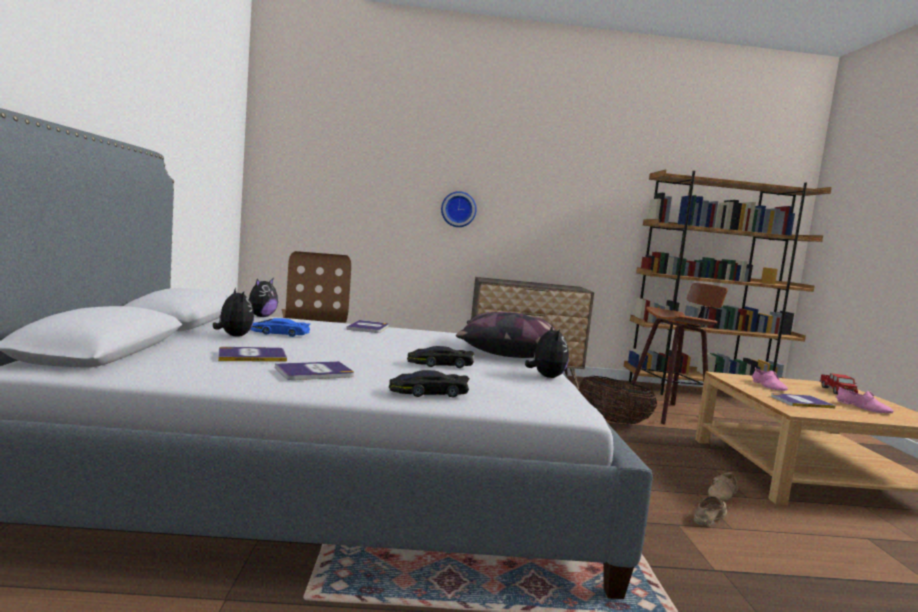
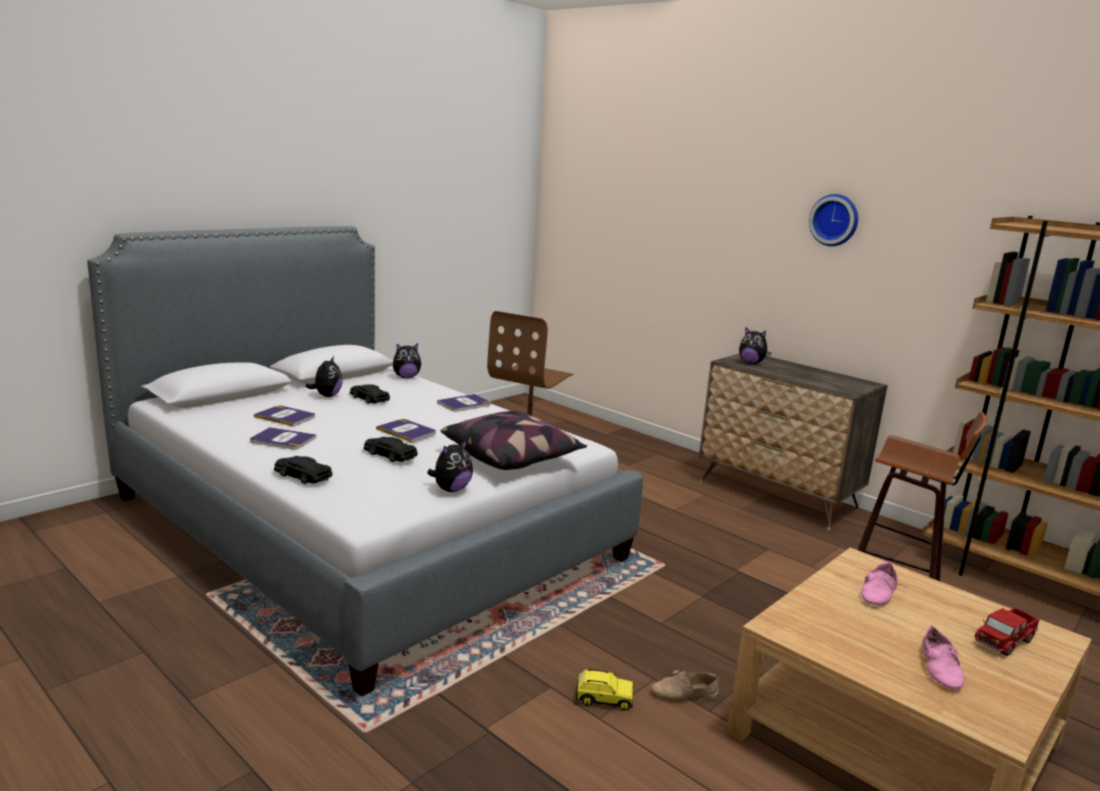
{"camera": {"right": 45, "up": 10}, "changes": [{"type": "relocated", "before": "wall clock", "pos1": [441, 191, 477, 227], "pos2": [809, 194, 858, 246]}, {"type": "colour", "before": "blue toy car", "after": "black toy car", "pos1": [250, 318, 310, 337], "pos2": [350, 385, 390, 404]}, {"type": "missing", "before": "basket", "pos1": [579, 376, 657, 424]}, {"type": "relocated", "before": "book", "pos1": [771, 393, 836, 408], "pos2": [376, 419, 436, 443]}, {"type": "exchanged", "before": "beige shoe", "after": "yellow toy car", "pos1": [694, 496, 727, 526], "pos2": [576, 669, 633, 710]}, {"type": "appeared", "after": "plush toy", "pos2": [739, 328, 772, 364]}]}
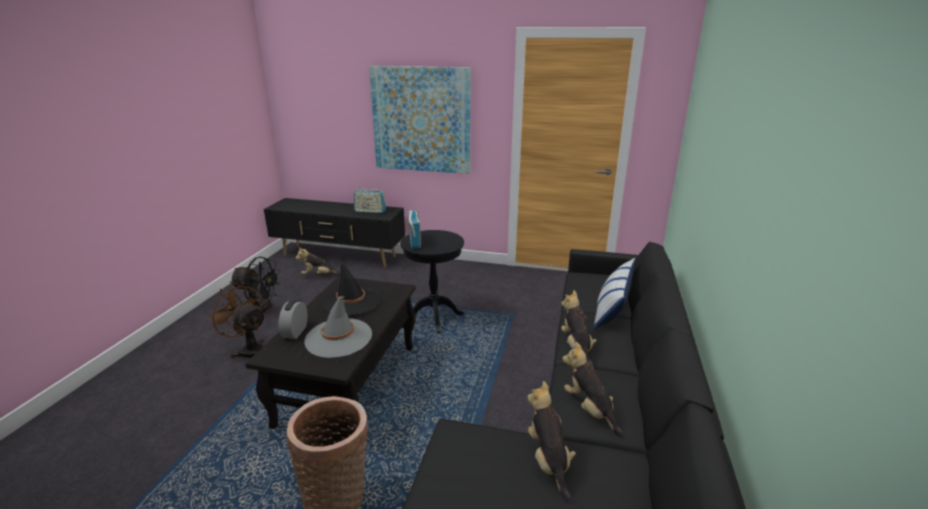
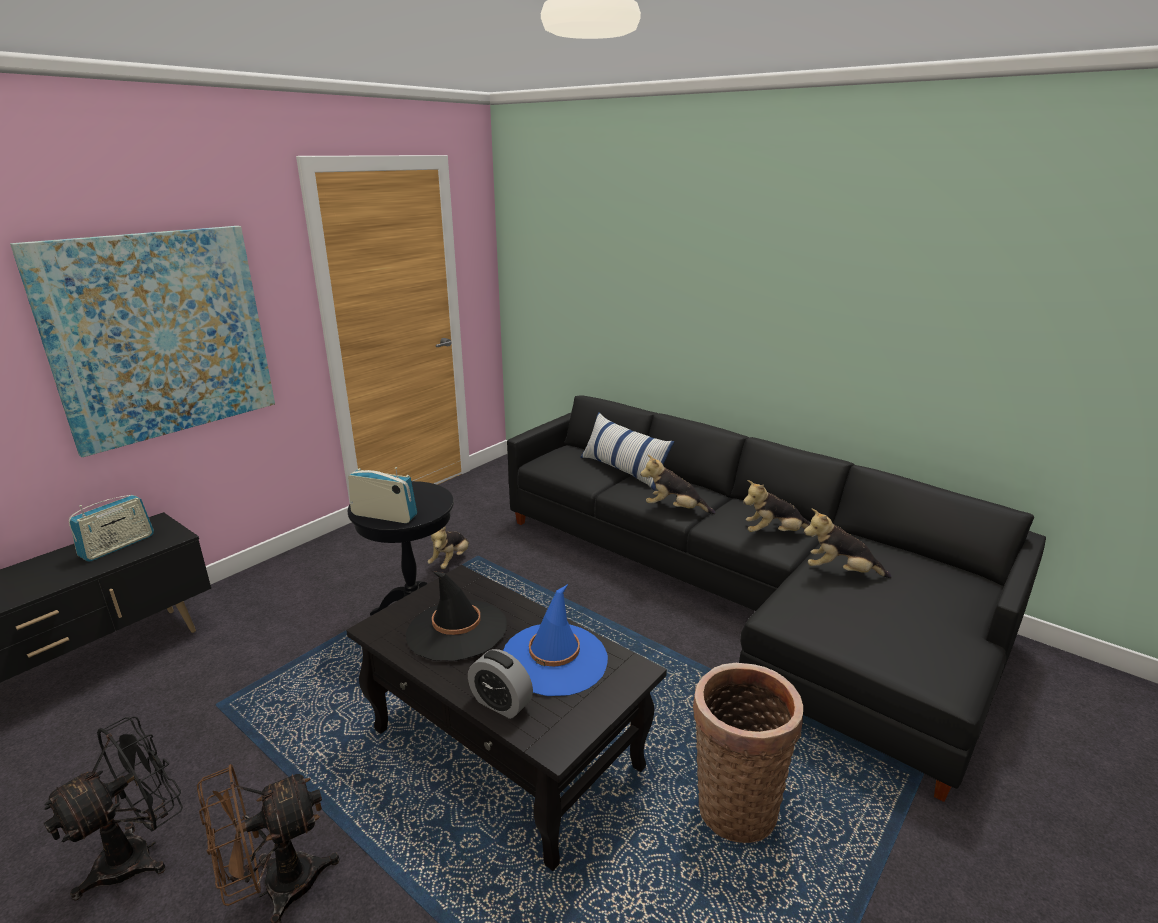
{"camera": {"right": -65, "up": 0}, "changes": [{"type": "relocated", "before": "plush toy", "pos1": [295, 247, 341, 275], "pos2": [428, 526, 469, 569]}, {"type": "colour", "before": "grey hat", "after": "blue hat", "pos1": [304, 296, 372, 358], "pos2": [503, 584, 608, 696]}]}
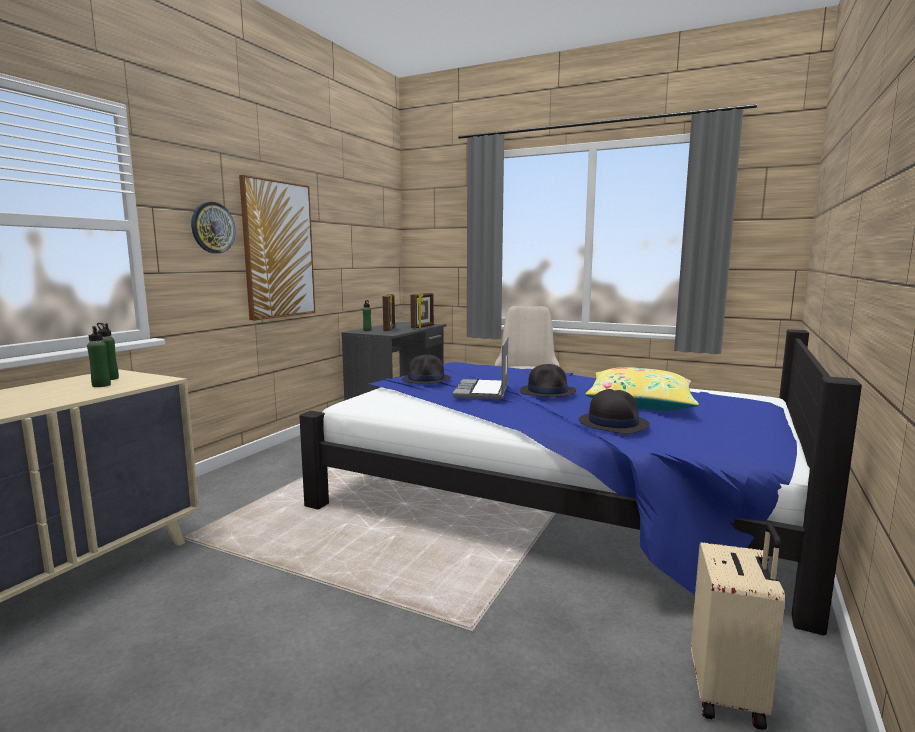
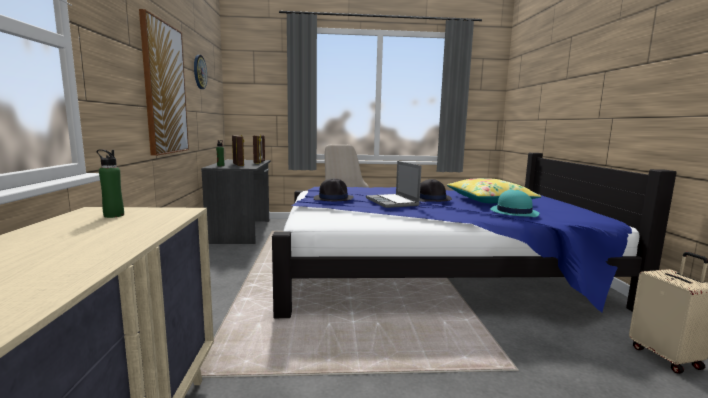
{"camera": {"right": -30, "up": 0}, "changes": [{"type": "relocated", "before": "wall clock", "pos1": [191, 202, 236, 253], "pos2": [194, 55, 207, 89]}, {"type": "missing", "before": "green bottle", "pos1": [87, 326, 111, 387]}, {"type": "colour", "before": "black hat", "after": "turquoise hat", "pos1": [579, 389, 650, 434], "pos2": [490, 190, 540, 217]}]}
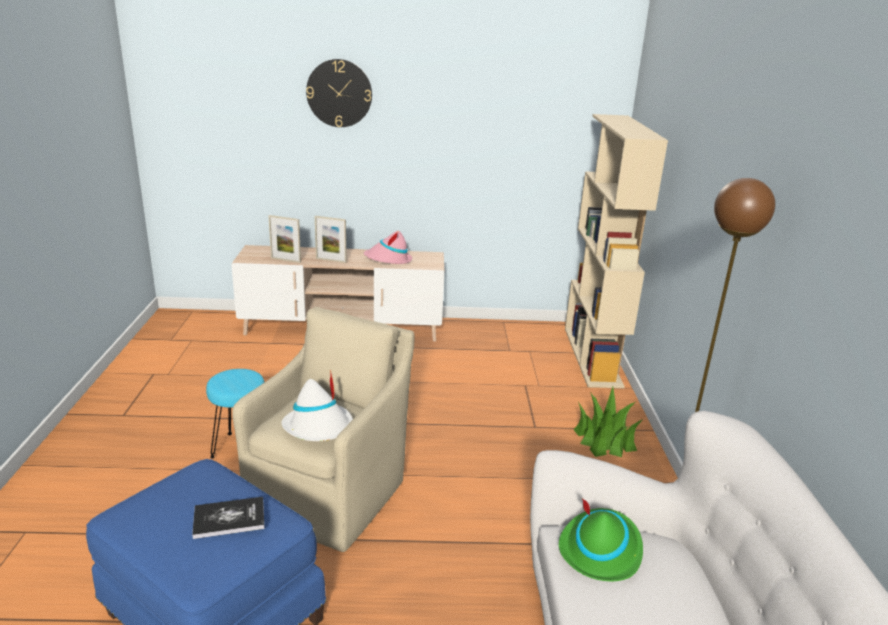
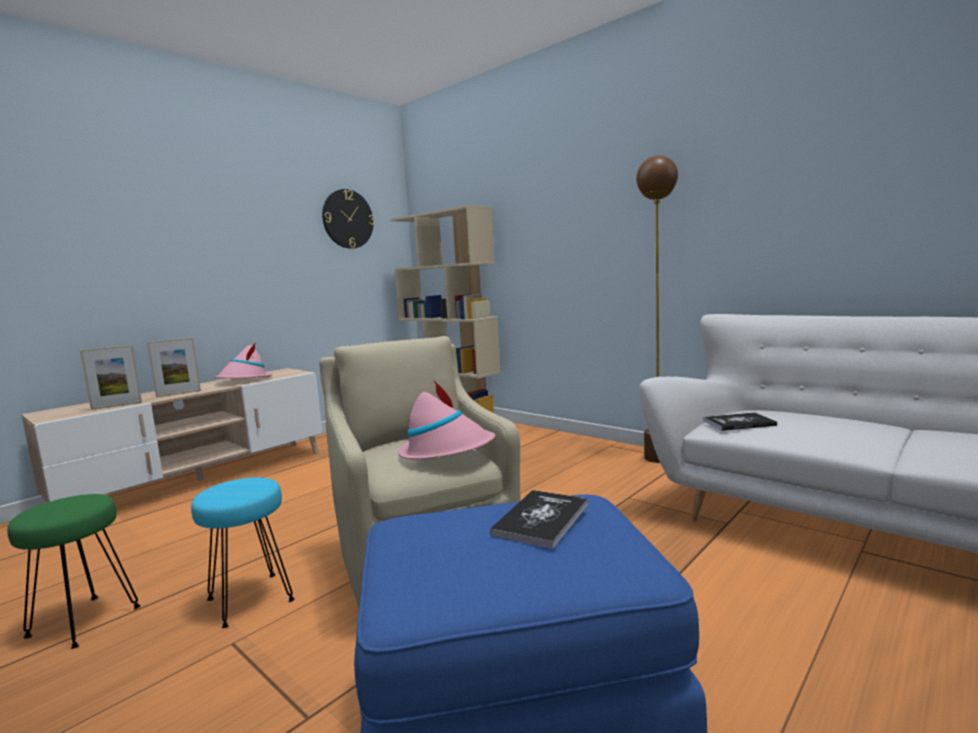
{"camera": {"right": -45, "up": -15}, "changes": [{"type": "relocated", "before": "wall clock", "pos1": [306, 59, 372, 127], "pos2": [322, 189, 374, 249]}, {"type": "colour", "before": "white hat", "after": "pink hat", "pos1": [281, 370, 353, 441], "pos2": [398, 379, 495, 460]}, {"type": "missing", "before": "potted plant", "pos1": [573, 387, 643, 457]}, {"type": "exchanged", "before": "green hat", "after": "book", "pos1": [559, 498, 643, 581], "pos2": [703, 412, 777, 431]}, {"type": "appeared", "after": "green stool", "pos2": [7, 494, 141, 649]}]}
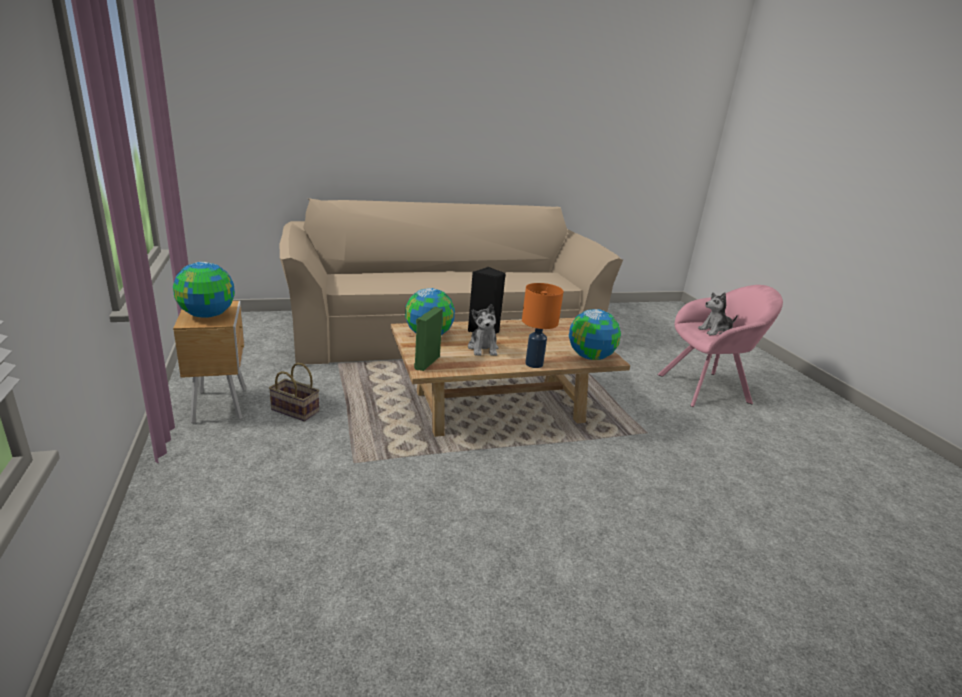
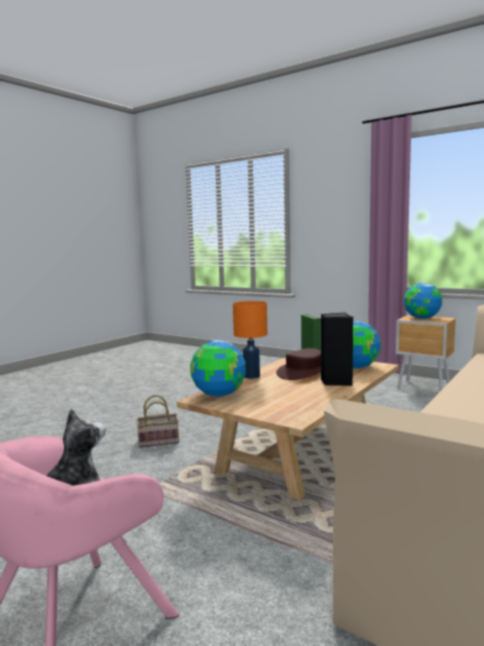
{"camera": {"right": 145, "up": -15}, "changes": [{"type": "exchanged", "before": "plush toy", "after": "brown hat", "pos1": [468, 304, 499, 356], "pos2": [276, 348, 321, 380]}, {"type": "relocated", "before": "basket", "pos1": [269, 363, 319, 422], "pos2": [136, 395, 179, 448]}]}
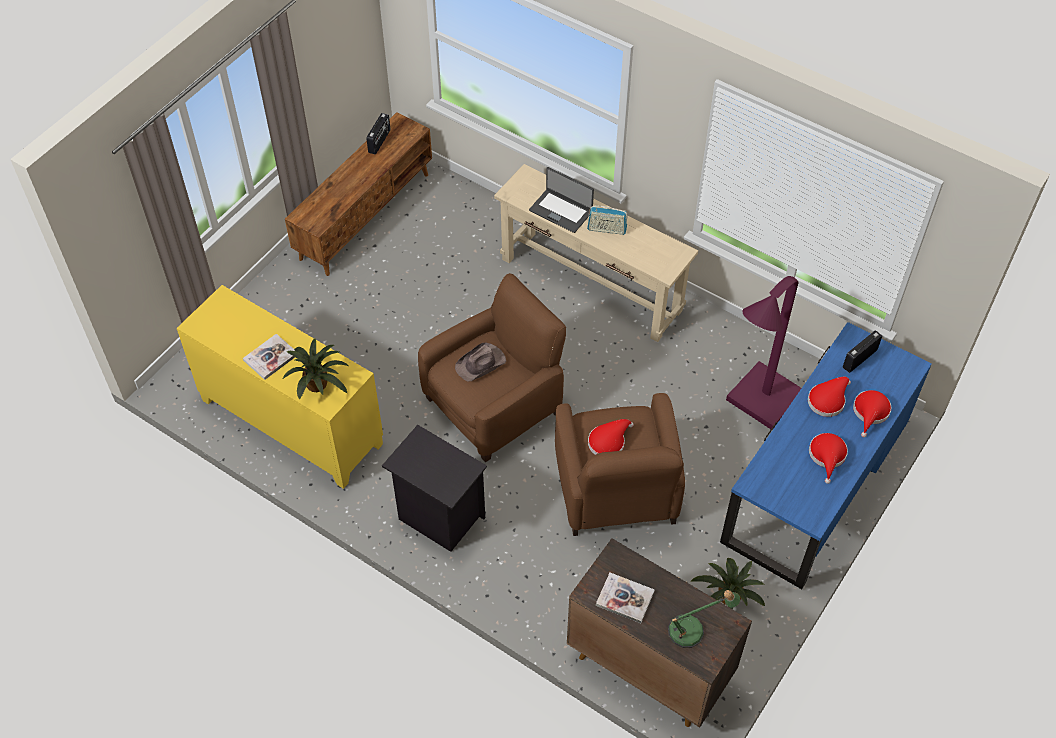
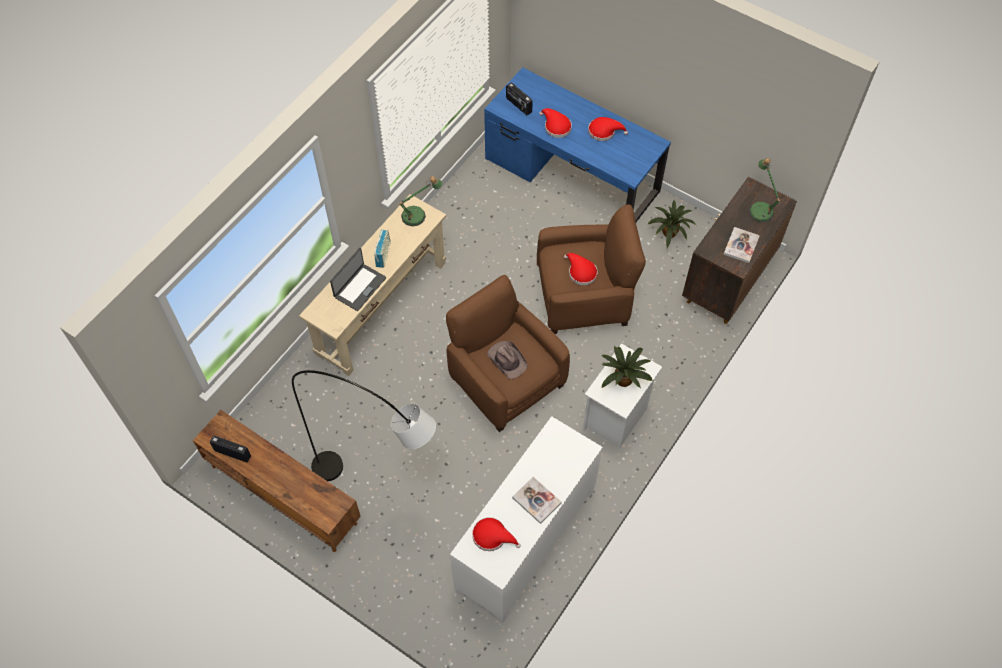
{"camera": {"right": -90, "up": 5}, "changes": [{"type": "missing", "before": "purple floor lamp", "pos1": [726, 276, 801, 430]}, {"type": "colour", "before": "yellow cabinet", "after": "white cabinet", "pos1": [177, 285, 383, 489], "pos2": [450, 416, 603, 623]}, {"type": "relocated", "before": "potted plant", "pos1": [283, 338, 348, 400], "pos2": [602, 346, 653, 388]}, {"type": "relocated", "before": "red hat", "pos1": [853, 390, 891, 437], "pos2": [472, 517, 521, 551]}, {"type": "colour", "before": "black nightstand", "after": "white nightstand", "pos1": [382, 425, 487, 552], "pos2": [583, 343, 662, 448]}, {"type": "appeared", "after": "table lamp", "pos2": [398, 176, 442, 227]}, {"type": "appeared", "after": "grey floor lamp", "pos2": [292, 370, 436, 481]}]}
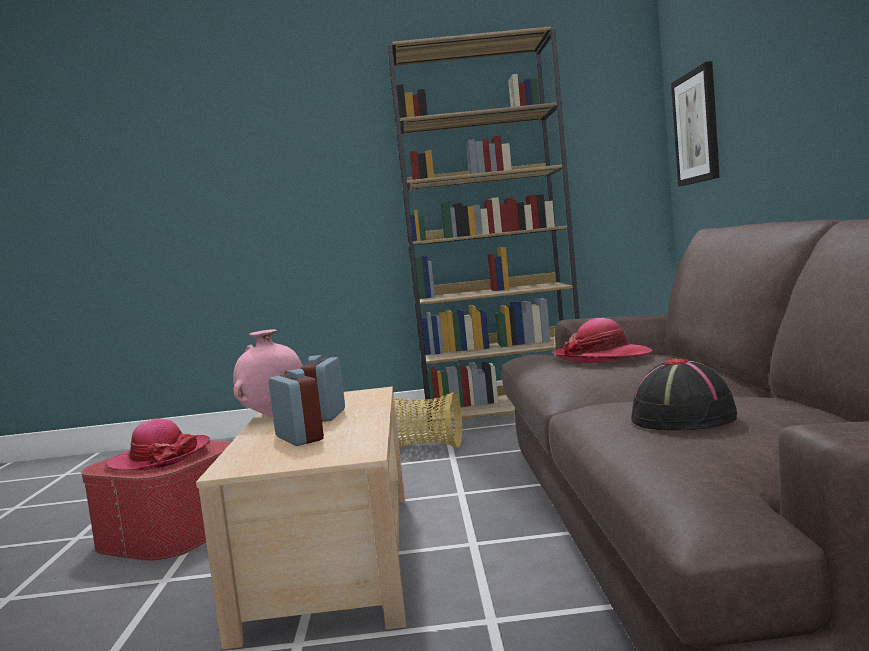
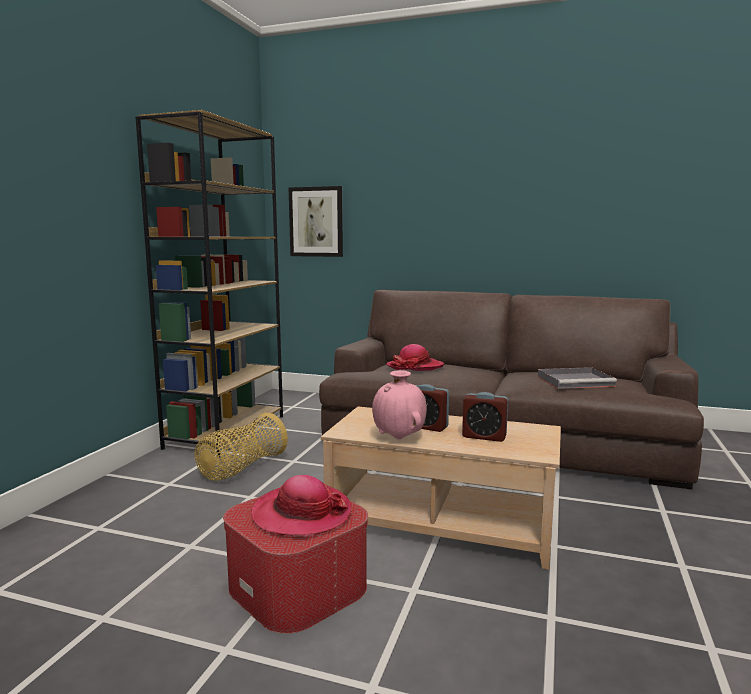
{"camera": {"right": -70, "up": 5}, "changes": [{"type": "exchanged", "before": "black hat", "after": "grey tray", "pos1": [631, 358, 737, 431], "pos2": [538, 367, 617, 389]}, {"type": "spun", "before": "alarm clock", "pos1": [269, 369, 324, 446], "pos2": [462, 392, 508, 442], "turn": -150}]}
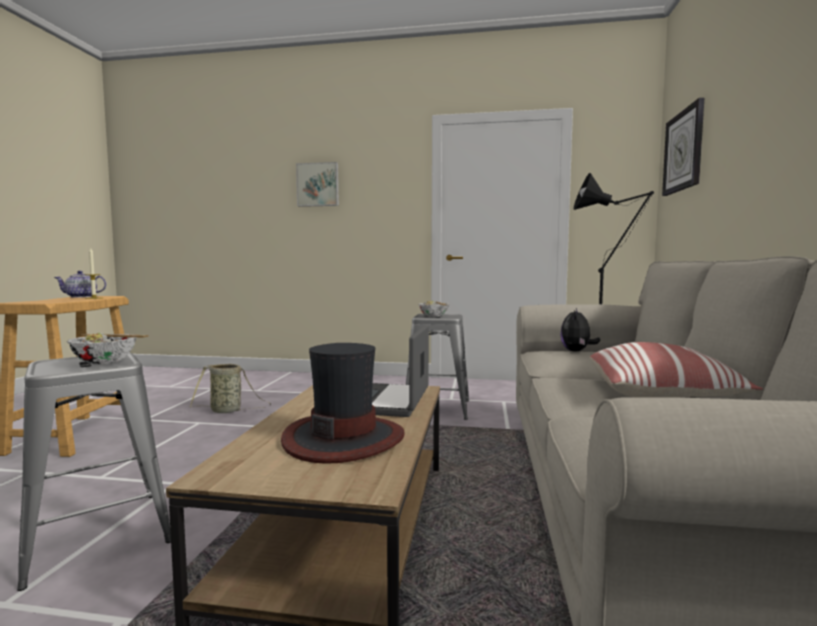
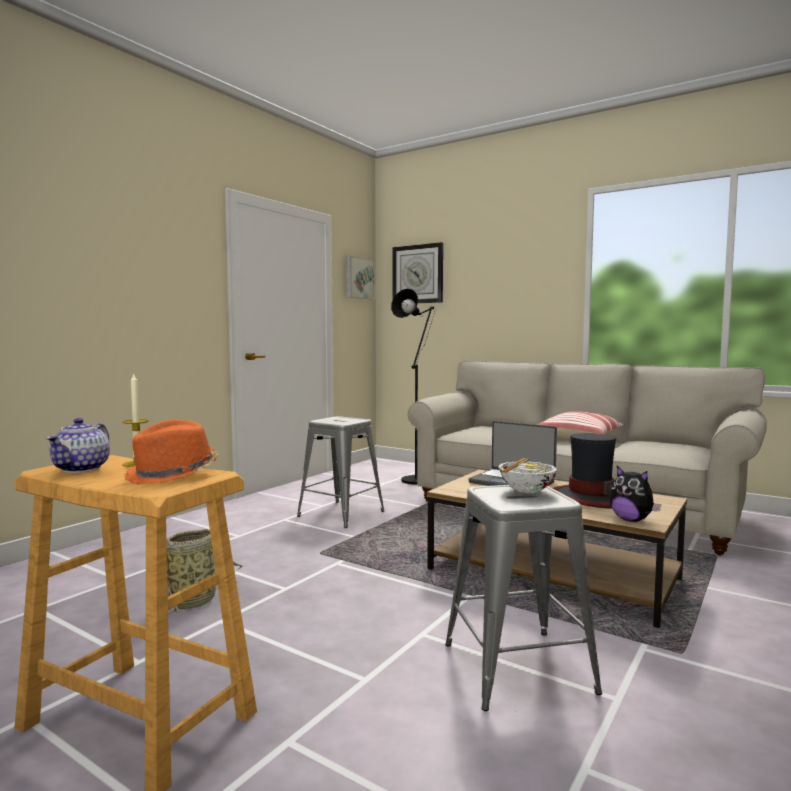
{"camera": {"right": -65, "up": 0}, "changes": [{"type": "relocated", "before": "picture", "pos1": [296, 162, 339, 207], "pos2": [346, 256, 375, 299]}, {"type": "missing", "before": "bowl", "pos1": [418, 301, 449, 317]}, {"type": "relocated", "before": "plush toy", "pos1": [560, 308, 600, 352], "pos2": [609, 466, 662, 522]}, {"type": "appeared", "after": "orange hat", "pos2": [124, 420, 219, 485]}]}
